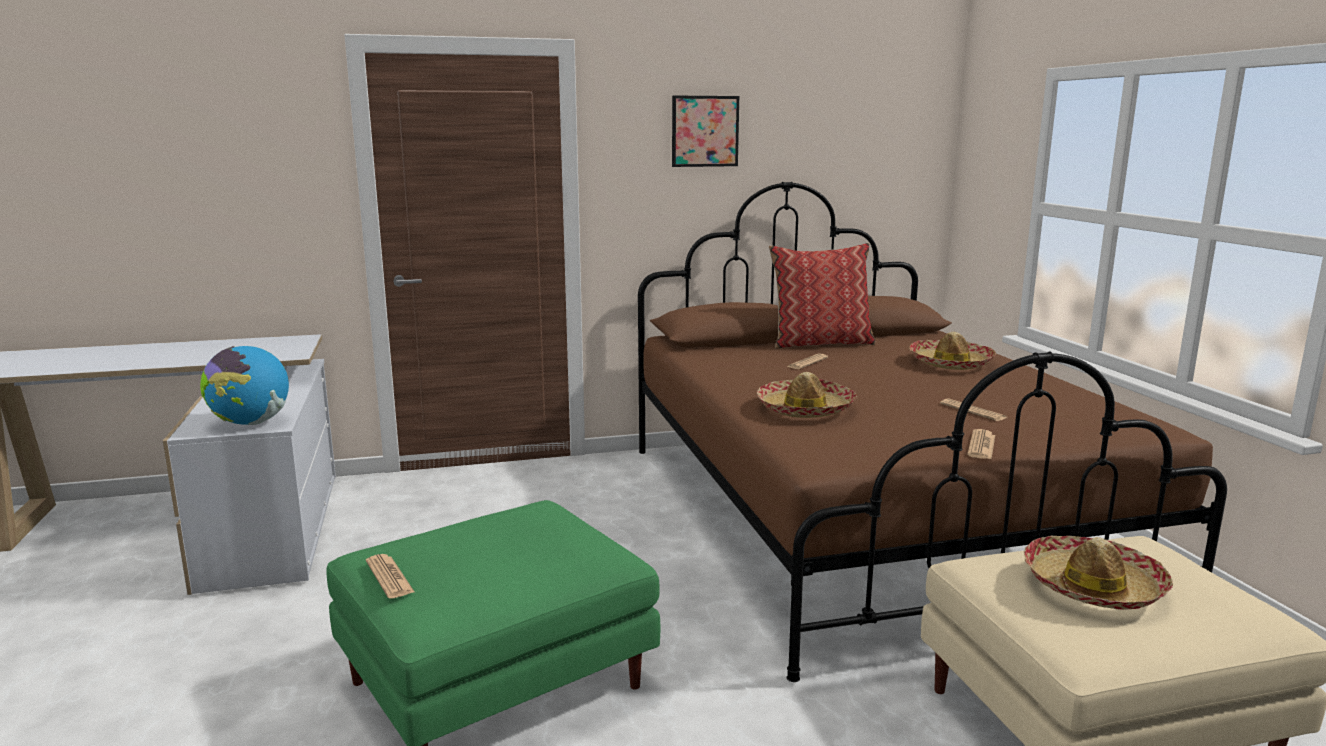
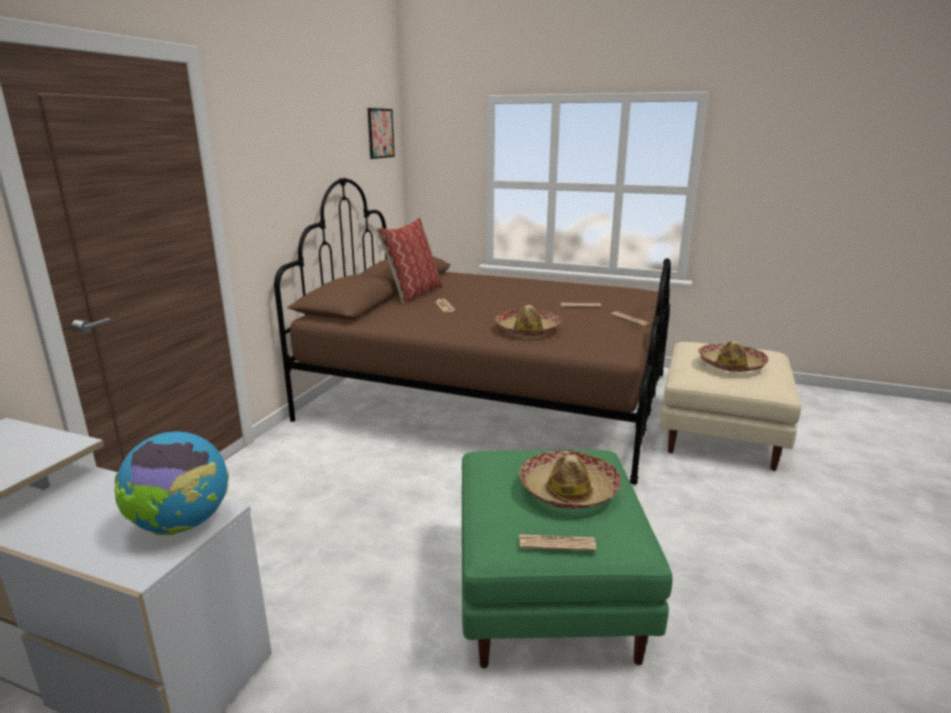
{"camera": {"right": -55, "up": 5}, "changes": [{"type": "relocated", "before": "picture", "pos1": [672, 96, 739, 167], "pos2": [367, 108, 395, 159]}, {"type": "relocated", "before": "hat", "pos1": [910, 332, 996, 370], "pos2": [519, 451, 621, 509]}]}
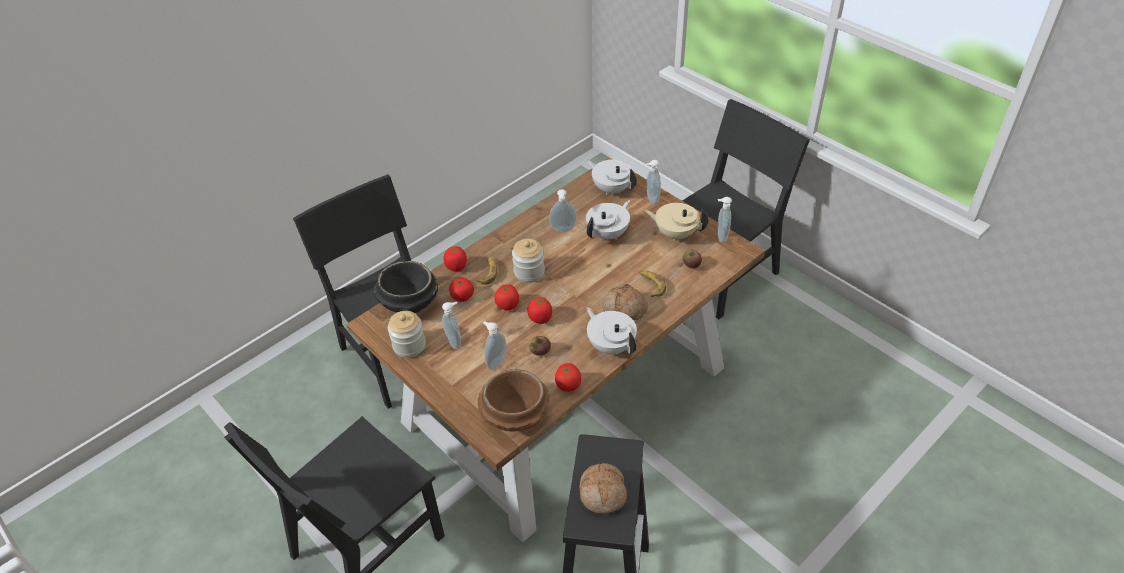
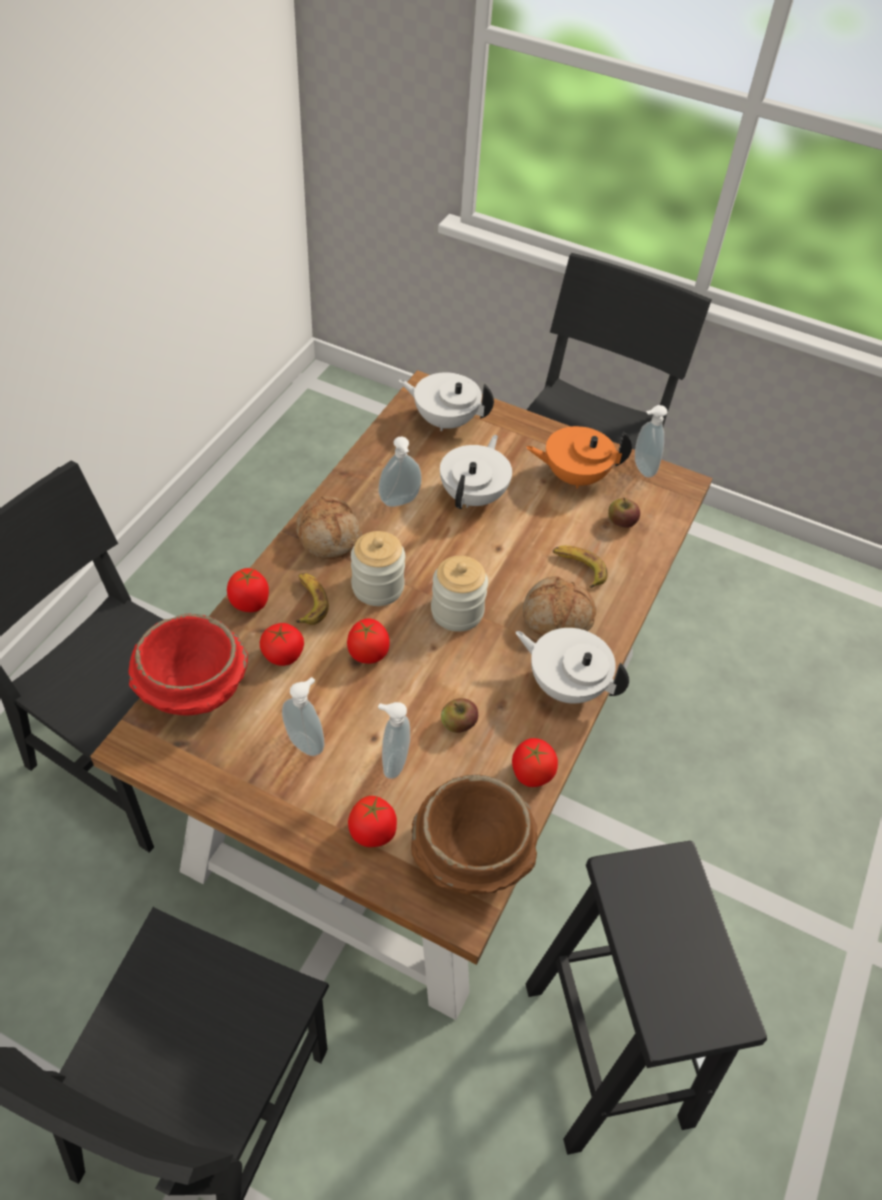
{"camera": {"right": -25, "up": 5}, "changes": [{"type": "missing", "before": "soap dispenser", "pos1": [646, 160, 661, 205]}, {"type": "colour", "before": "beige teapot", "after": "orange teapot", "pos1": [644, 203, 708, 241], "pos2": [526, 426, 632, 488]}, {"type": "colour", "before": "black bowl", "after": "red bowl", "pos1": [373, 261, 438, 313], "pos2": [128, 614, 248, 715]}, {"type": "relocated", "before": "tomato", "pos1": [527, 297, 552, 324], "pos2": [348, 796, 397, 847]}, {"type": "relocated", "before": "jar", "pos1": [388, 311, 426, 358], "pos2": [431, 556, 488, 632]}, {"type": "relocated", "before": "bread", "pos1": [579, 463, 627, 514], "pos2": [296, 496, 362, 559]}]}
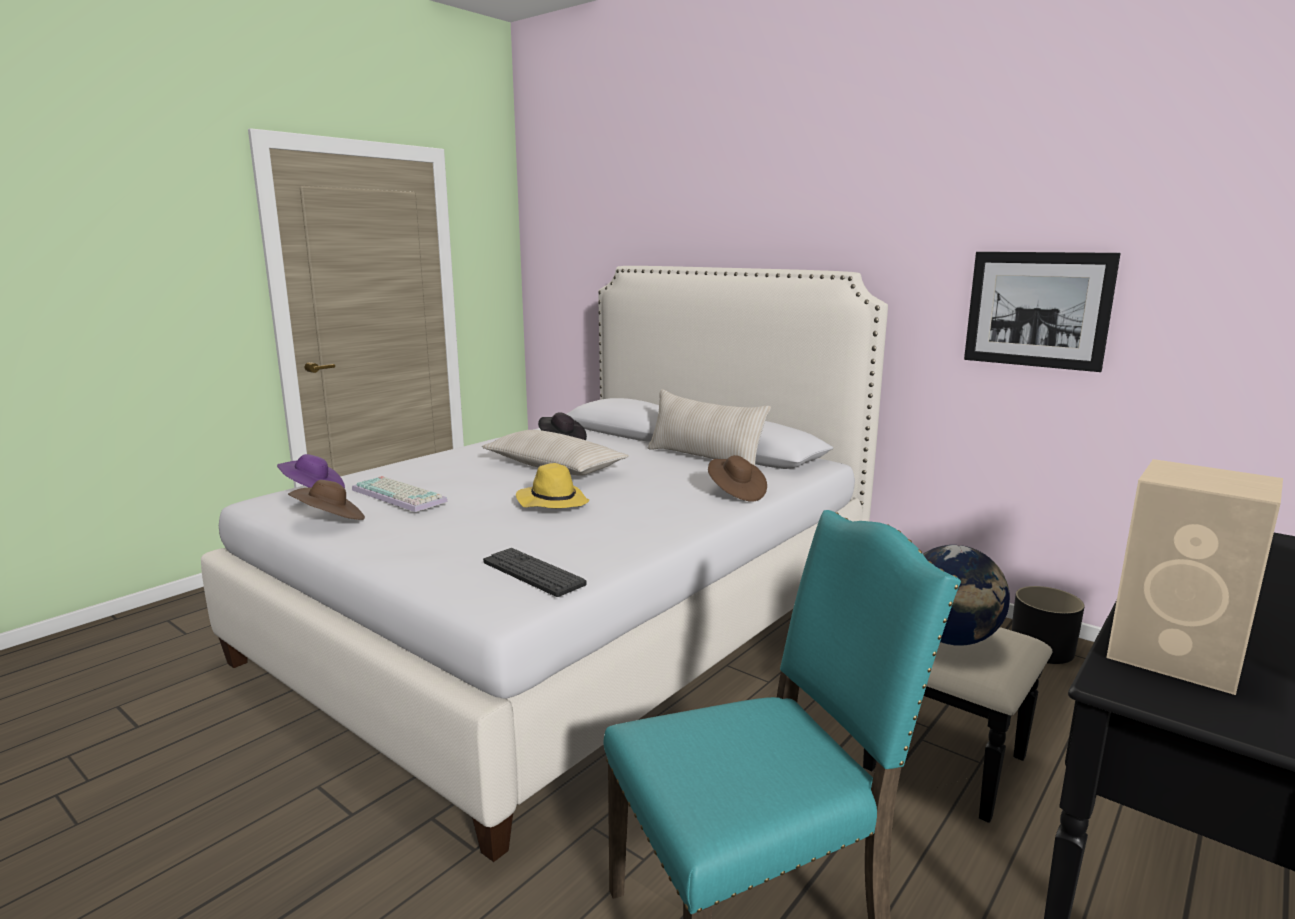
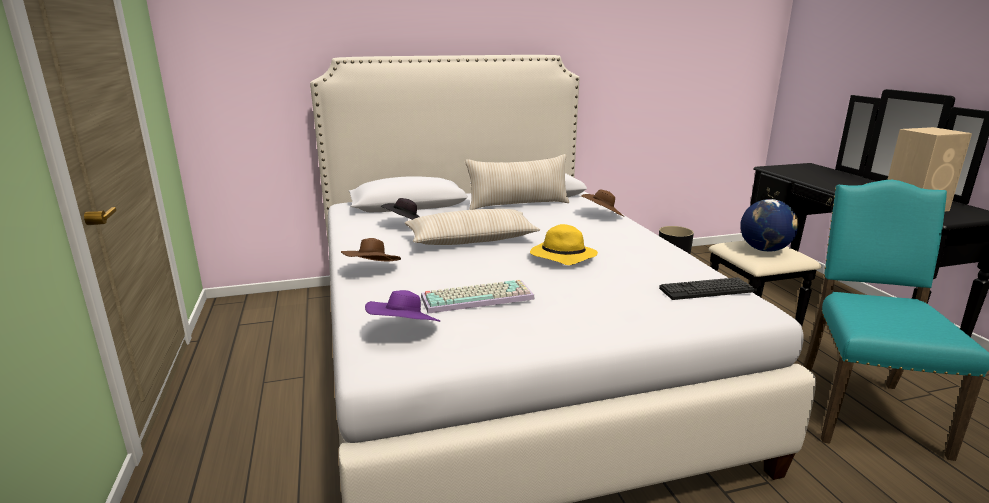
{"camera": {"right": -55, "up": 5}, "changes": [{"type": "missing", "before": "picture", "pos1": [964, 252, 1121, 372]}, {"type": "relocated", "before": "brown hat", "pos1": [288, 480, 365, 520], "pos2": [341, 238, 401, 262]}]}
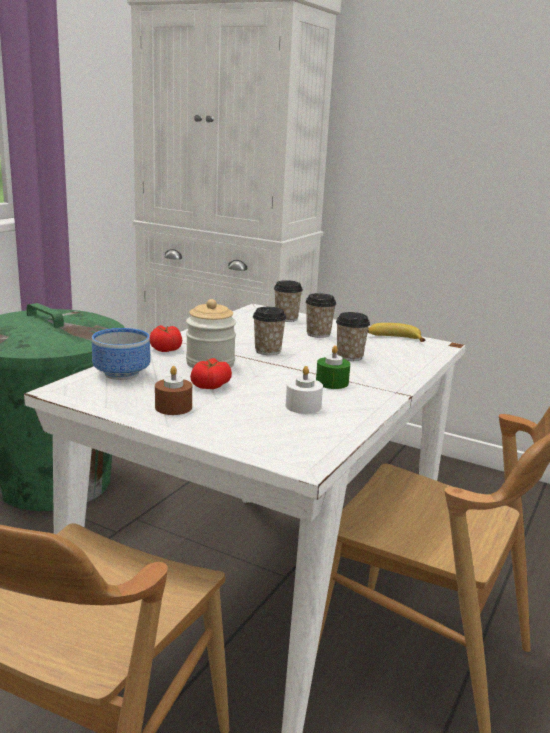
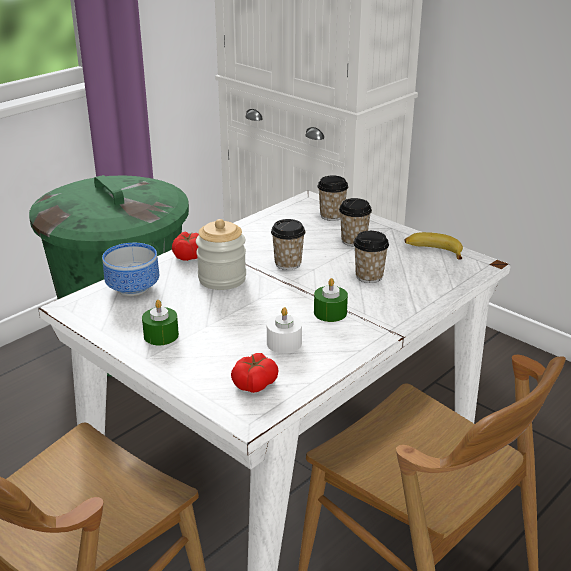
{"camera": {"right": 15, "up": 10}, "changes": [{"type": "relocated", "before": "tomato", "pos1": [190, 358, 232, 389], "pos2": [231, 353, 279, 393]}, {"type": "colour", "before": "brown candle", "after": "green candle", "pos1": [155, 366, 192, 415], "pos2": [142, 300, 179, 345]}]}
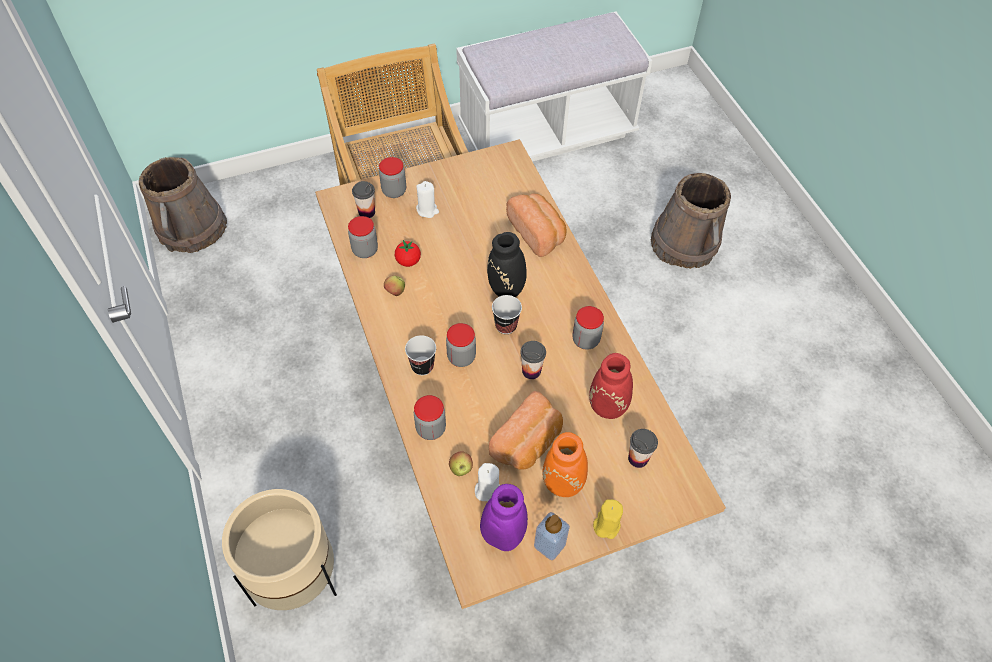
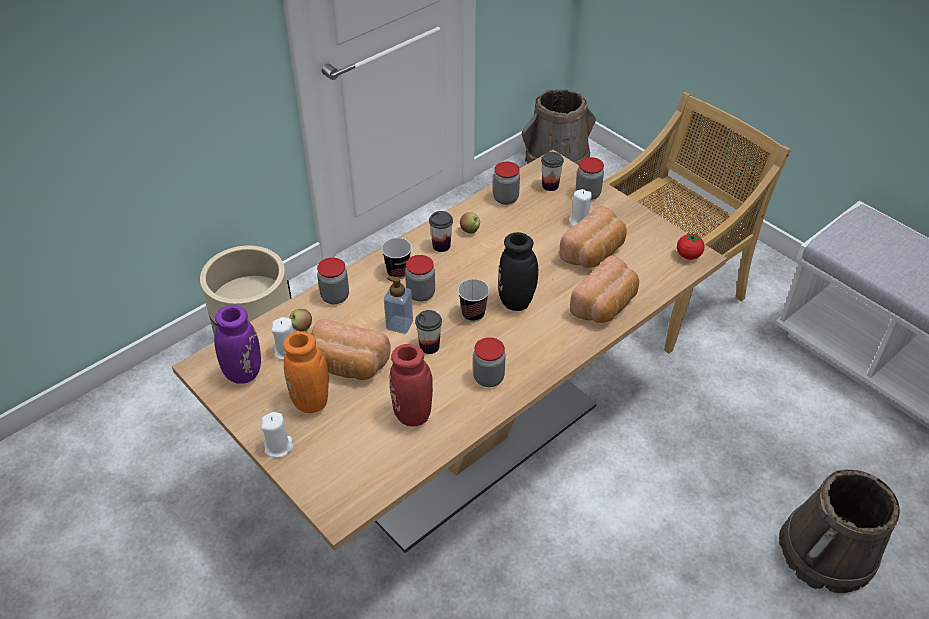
{"camera": {"right": 70, "up": -10}, "changes": [{"type": "relocated", "before": "tomato", "pos1": [395, 240, 421, 267], "pos2": [677, 233, 705, 260]}, {"type": "relocated", "before": "cup", "pos1": [628, 429, 658, 468], "pos2": [429, 211, 453, 252]}, {"type": "colour", "before": "yellow candle", "after": "white candle", "pos1": [593, 499, 623, 539], "pos2": [261, 412, 293, 458]}, {"type": "relocated", "before": "soap dispenser", "pos1": [534, 512, 570, 560], "pos2": [384, 276, 413, 334]}, {"type": "appeared", "after": "bread", "pos2": [559, 206, 627, 268]}]}
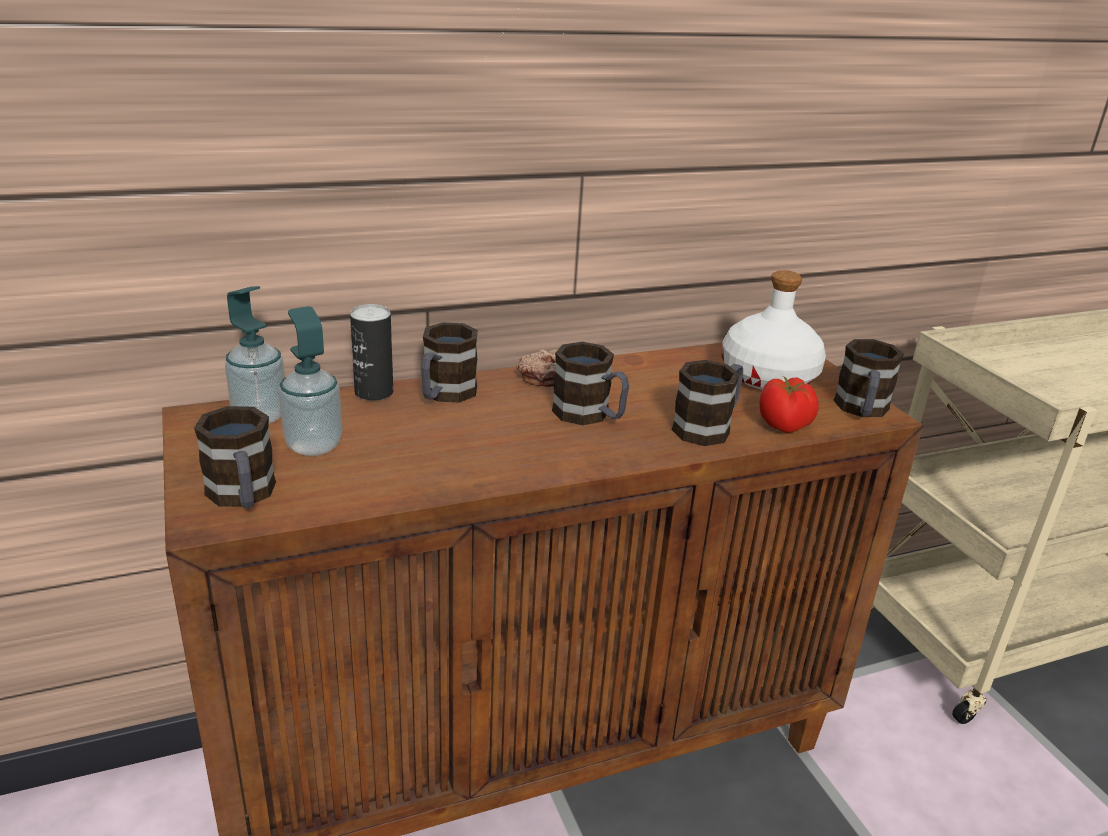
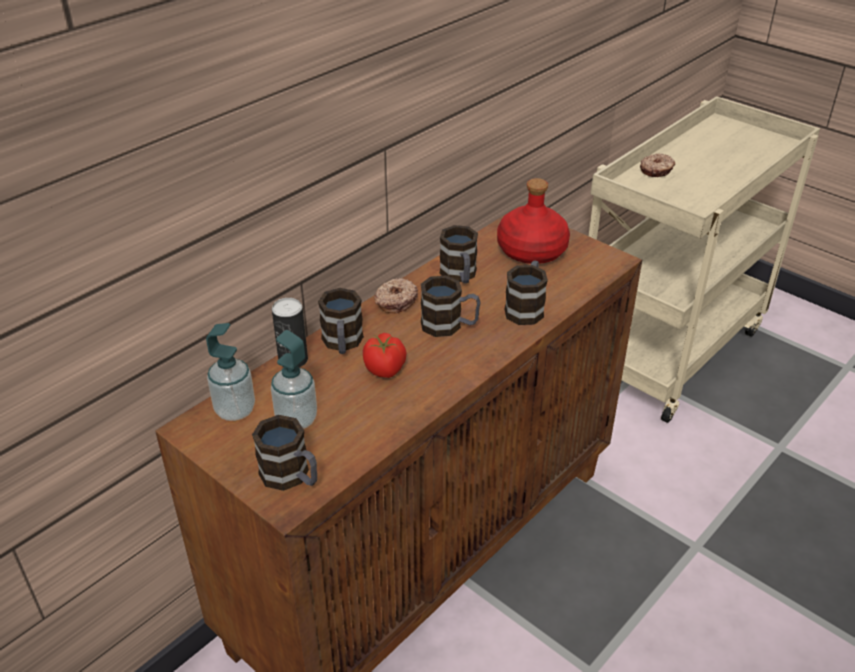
{"camera": {"right": -25, "up": 10}, "changes": [{"type": "colour", "before": "white bottle", "after": "red bottle", "pos1": [721, 270, 826, 390], "pos2": [497, 178, 570, 264]}, {"type": "relocated", "before": "mug", "pos1": [833, 339, 904, 417], "pos2": [439, 225, 478, 283]}, {"type": "relocated", "before": "tomato", "pos1": [759, 376, 819, 433], "pos2": [363, 333, 406, 378]}, {"type": "appeared", "after": "donut", "pos2": [640, 154, 675, 177]}]}
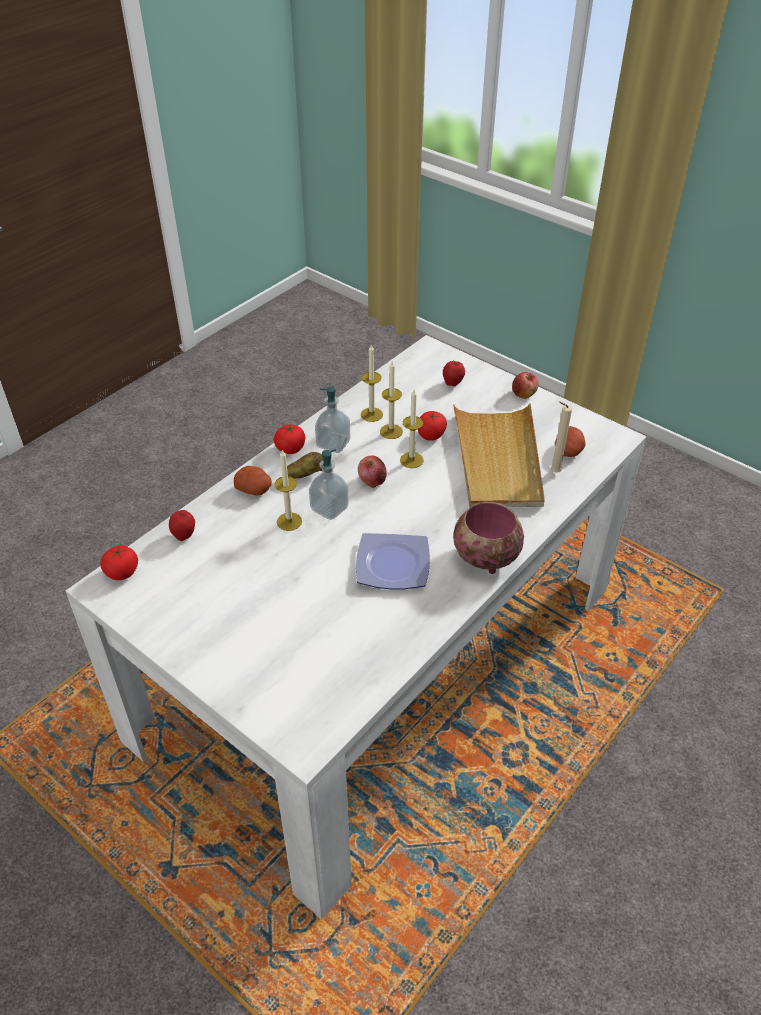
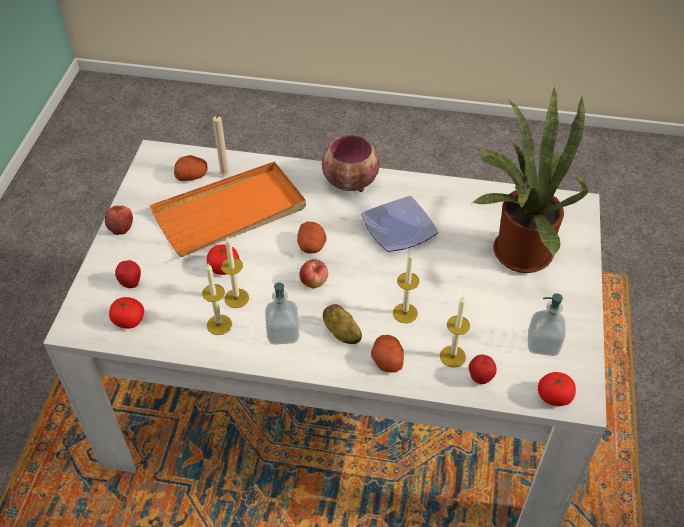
{"camera": {"right": -120, "up": 5}, "changes": [{"type": "relocated", "before": "candle", "pos1": [400, 390, 424, 468], "pos2": [440, 296, 470, 368]}, {"type": "colour", "before": "beige tray", "after": "orange tray", "pos1": [453, 403, 545, 507], "pos2": [150, 161, 306, 257]}, {"type": "relocated", "before": "tomato", "pos1": [274, 424, 305, 454], "pos2": [109, 297, 144, 329]}, {"type": "relocated", "before": "soap dispenser", "pos1": [309, 449, 349, 520], "pos2": [528, 293, 566, 356]}, {"type": "appeared", "after": "potted plant", "pos2": [469, 87, 588, 273]}, {"type": "appeared", "after": "potato", "pos2": [297, 222, 327, 254]}]}
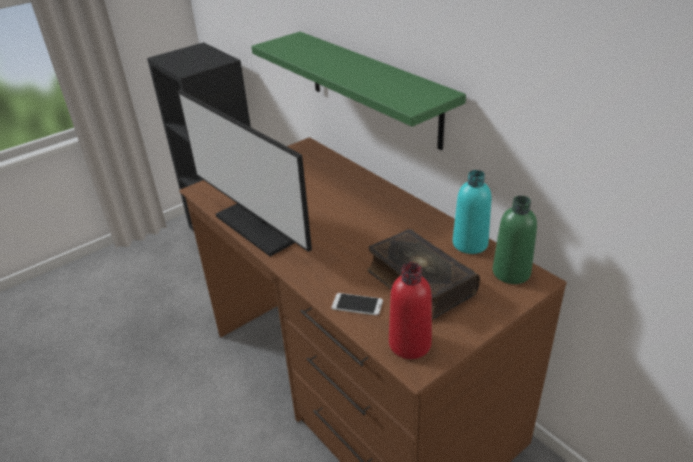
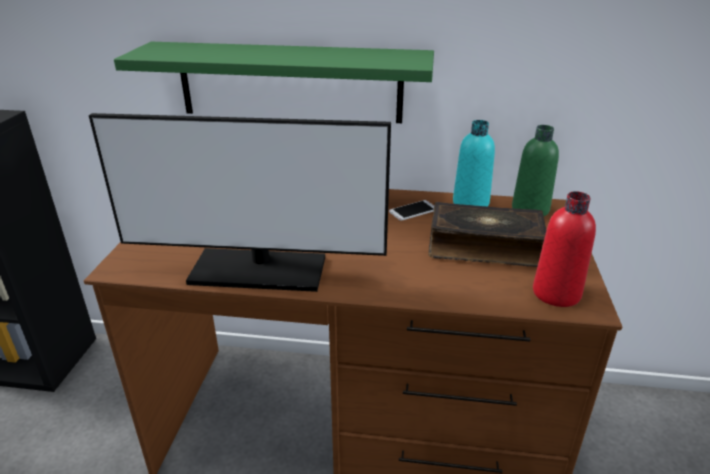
{"camera": {"right": -45, "up": -5}, "changes": [{"type": "relocated", "before": "phone", "pos1": [332, 293, 383, 316], "pos2": [389, 200, 434, 221]}]}
